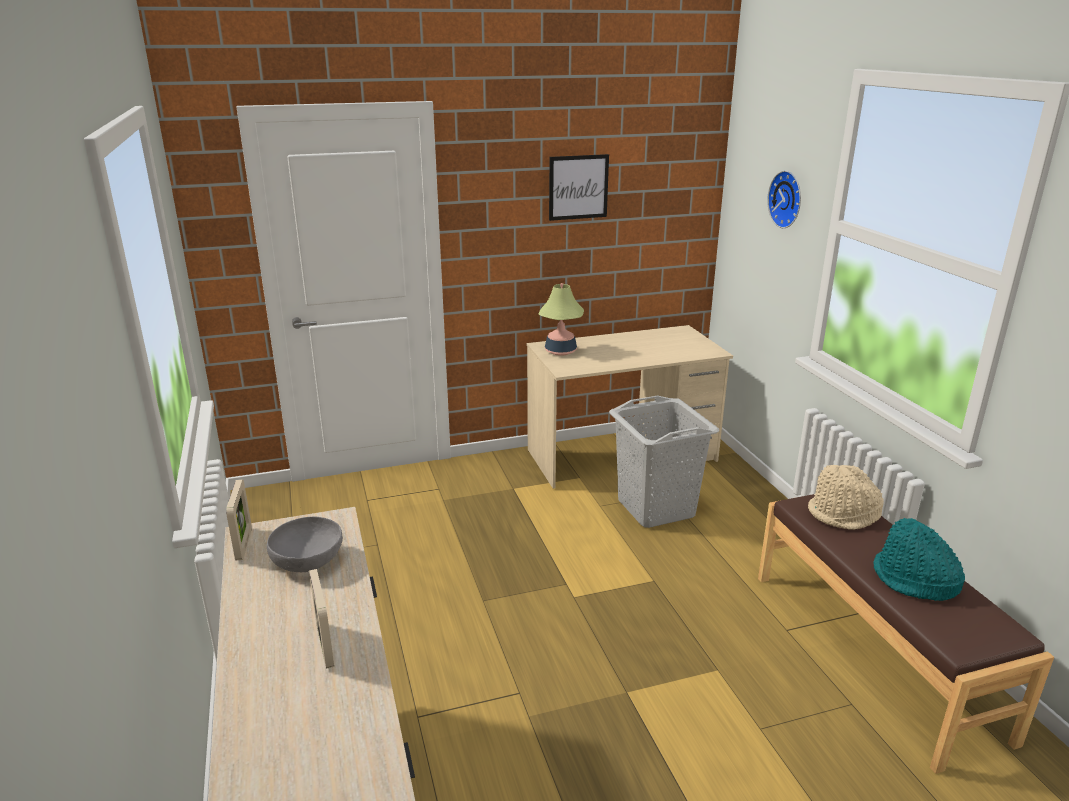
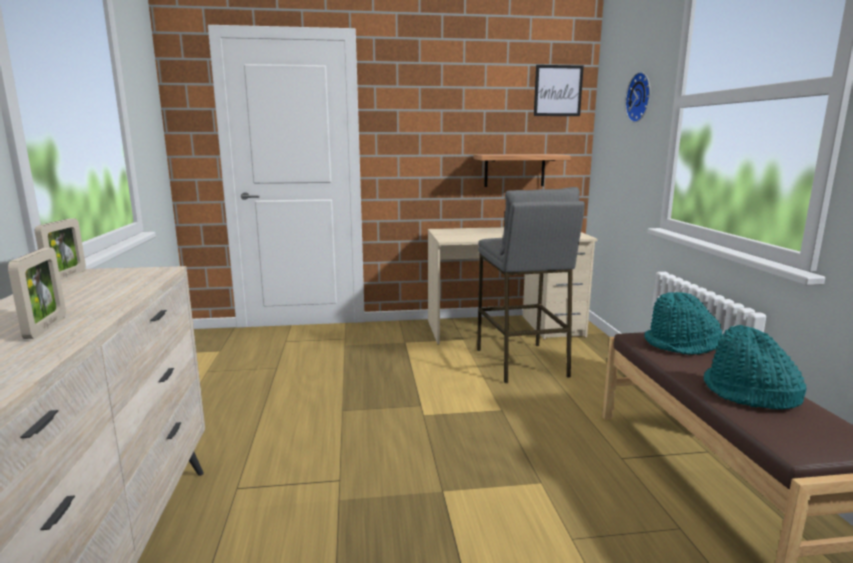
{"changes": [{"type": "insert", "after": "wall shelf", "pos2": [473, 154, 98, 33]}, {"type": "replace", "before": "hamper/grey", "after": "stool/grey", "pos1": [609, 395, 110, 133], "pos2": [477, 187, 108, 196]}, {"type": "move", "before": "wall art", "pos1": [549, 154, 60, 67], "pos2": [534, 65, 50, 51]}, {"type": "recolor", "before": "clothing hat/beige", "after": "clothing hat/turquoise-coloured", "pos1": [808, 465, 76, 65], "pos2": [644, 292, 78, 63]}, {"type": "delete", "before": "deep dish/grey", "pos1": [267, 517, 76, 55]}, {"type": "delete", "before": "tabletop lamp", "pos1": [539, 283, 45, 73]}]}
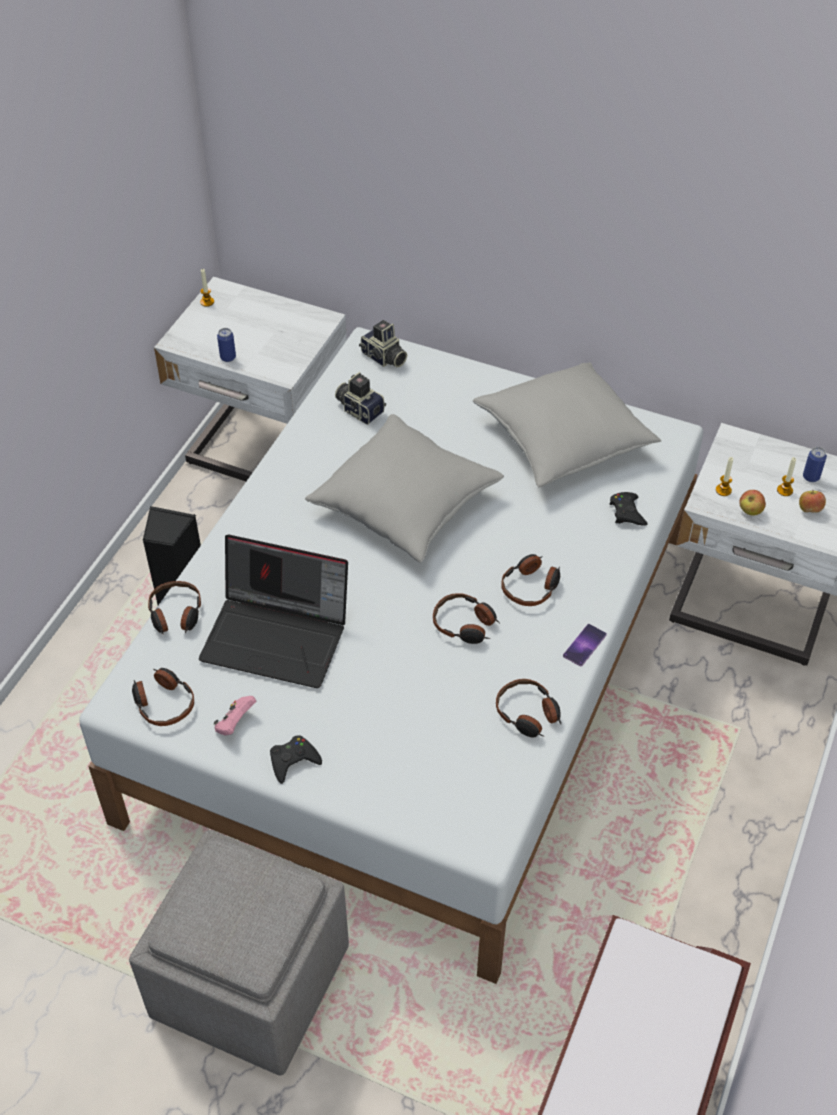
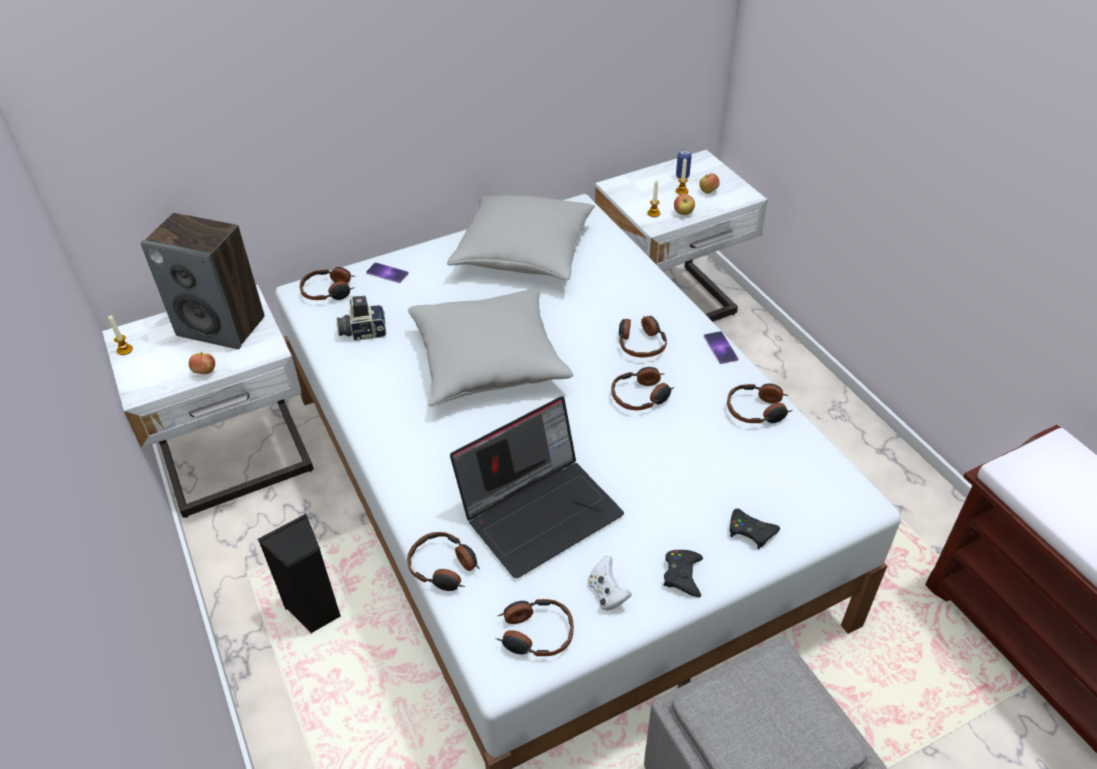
{"changes": [{"type": "insert", "after": "loudspeaker", "pos2": [141, 213, 124, 136]}, {"type": "replace", "before": "sealed can", "after": "apple fruit", "pos1": [217, 328, 19, 34], "pos2": [189, 352, 26, 22]}, {"type": "replace", "before": "photo camera", "after": "headphones", "pos1": [359, 320, 48, 47], "pos2": [300, 267, 56, 33]}, {"type": "insert", "after": "handset", "pos2": [366, 262, 43, 21]}, {"type": "recolor", "before": "game controller/pinkish", "after": "game controller/whitish", "pos1": [214, 696, 42, 40], "pos2": [588, 556, 44, 55]}, {"type": "move", "before": "game controller/black", "pos1": [609, 492, 39, 34], "pos2": [730, 509, 50, 40]}]}
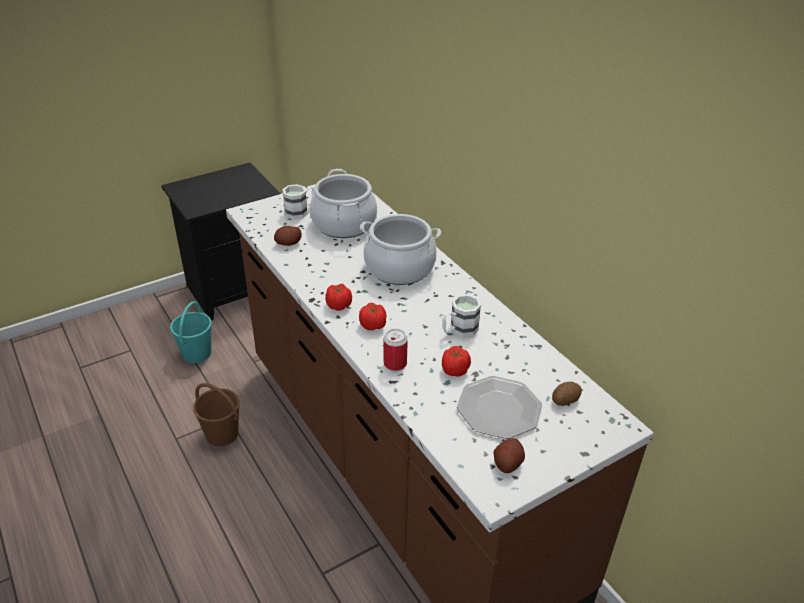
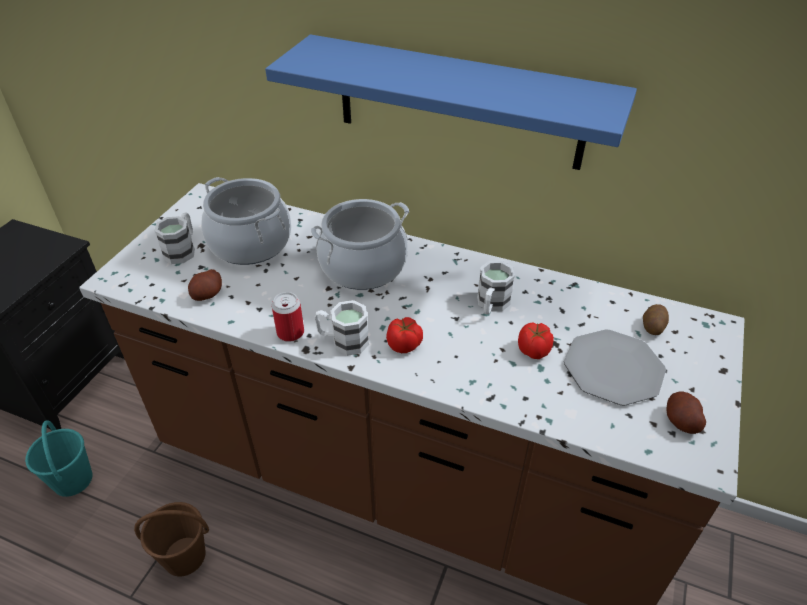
{"changes": [{"type": "insert", "after": "wall shelf/bluish", "pos2": [265, 35, 372, 135]}, {"type": "move", "before": "sealed can", "pos1": [384, 329, 24, 42], "pos2": [272, 292, 32, 50]}, {"type": "replace", "before": "tomato", "after": "mug/whitish", "pos1": [325, 284, 27, 27], "pos2": [315, 300, 54, 56]}]}
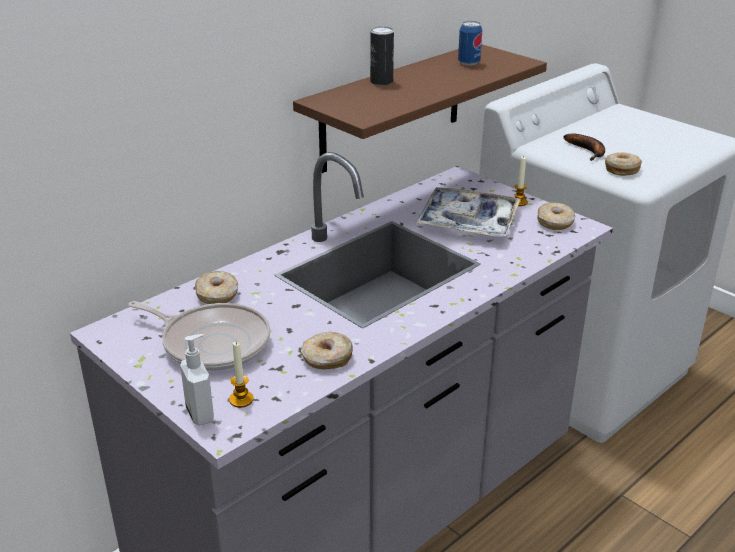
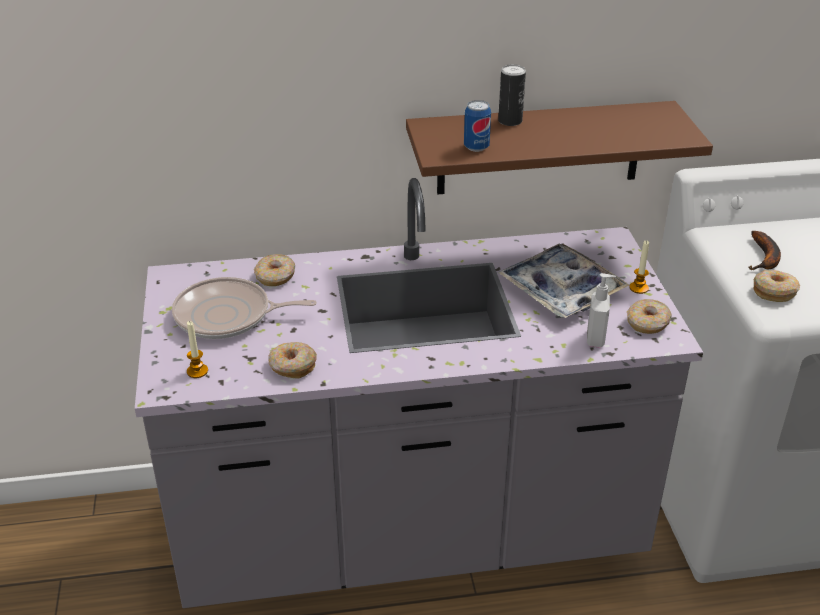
{"changes": [{"type": "rotate", "before": "skillet", "pos1": [128, 301, 143, 70], "pos2": [172, 277, 145, 62], "turn": 120}, {"type": "move", "before": "sealed can", "pos1": [458, 21, 24, 45], "pos2": [464, 100, 27, 52]}, {"type": "move", "before": "soap dispenser", "pos1": [180, 334, 34, 92], "pos2": [587, 273, 29, 75]}]}
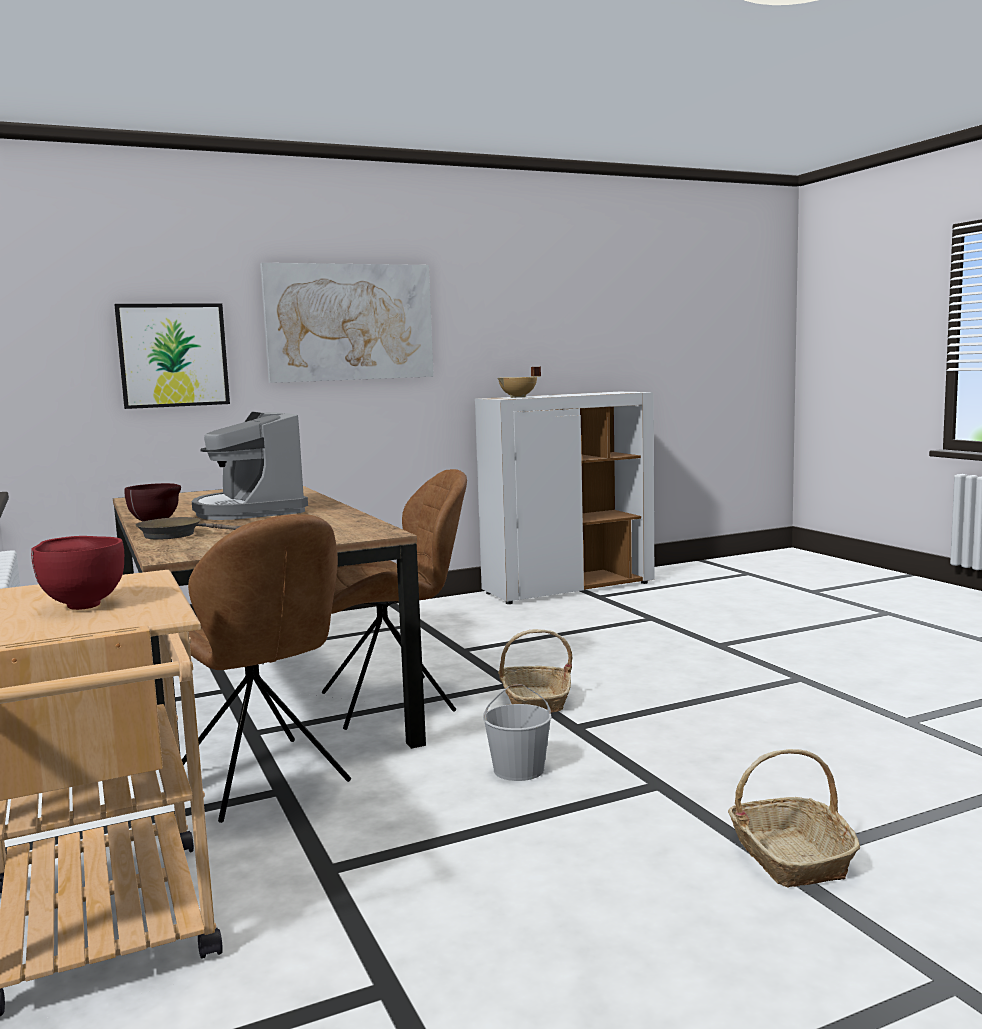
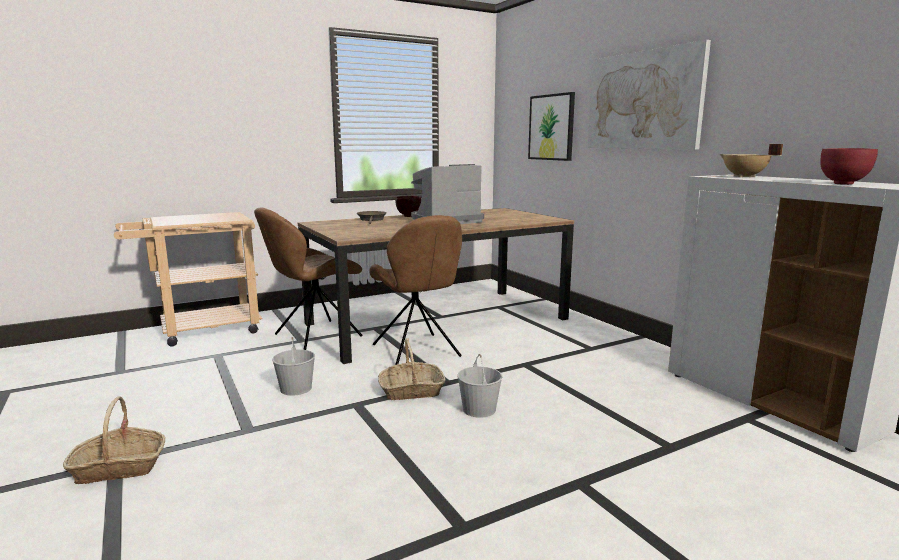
{"changes": [{"type": "insert", "after": "water bucket/whitish", "pos2": [457, 354, 45, 64]}, {"type": "move", "before": "deep dish/red", "pos1": [31, 536, 93, 74], "pos2": [821, 148, 57, 37]}]}
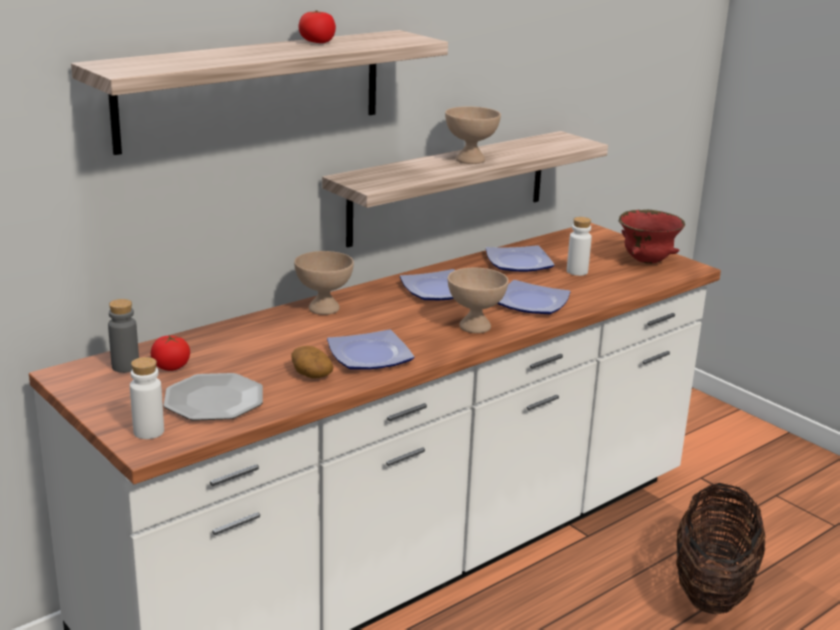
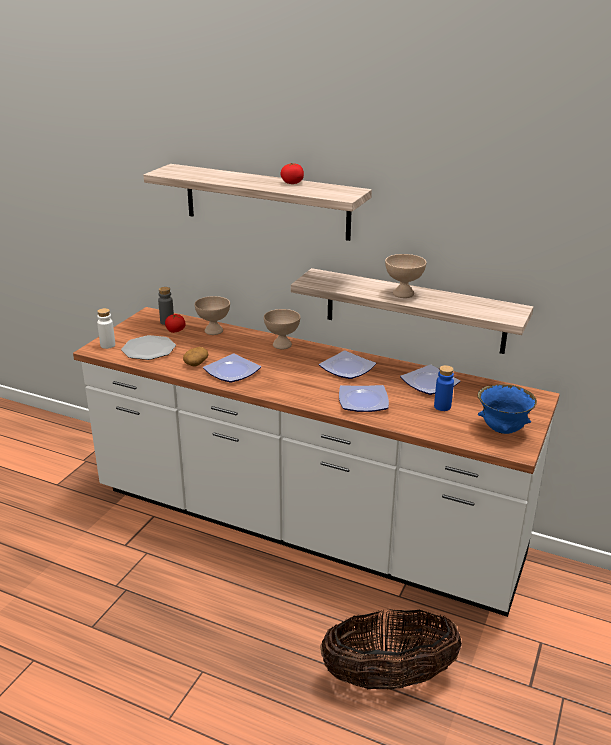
{"changes": [{"type": "move", "before": "deep dish/beige", "pos1": [448, 268, 60, 65], "pos2": [194, 296, 36, 39]}, {"type": "recolor", "before": "beverage bottle/whitish", "after": "beverage bottle/bluish", "pos1": [567, 217, 25, 59], "pos2": [434, 365, 20, 46]}, {"type": "recolor", "before": "deep dish/red", "after": "deep dish/bluish", "pos1": [619, 210, 66, 54], "pos2": [478, 384, 59, 50]}]}
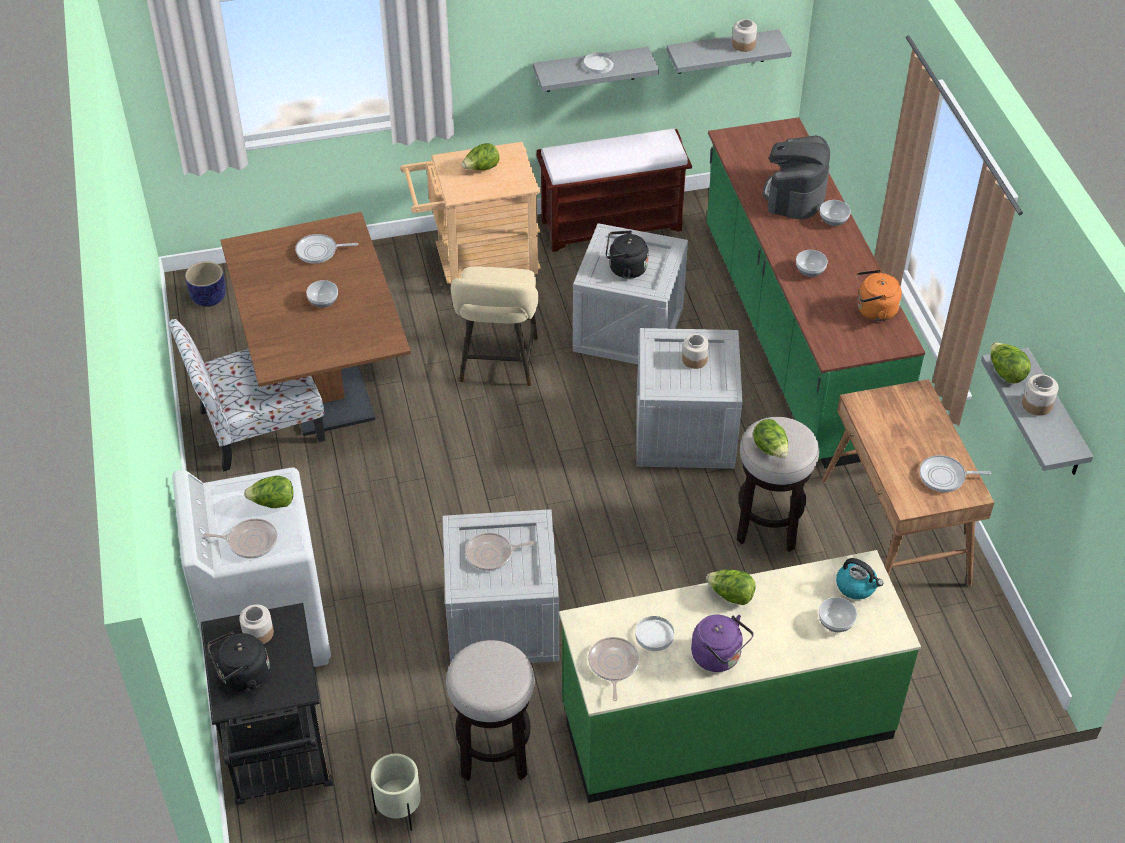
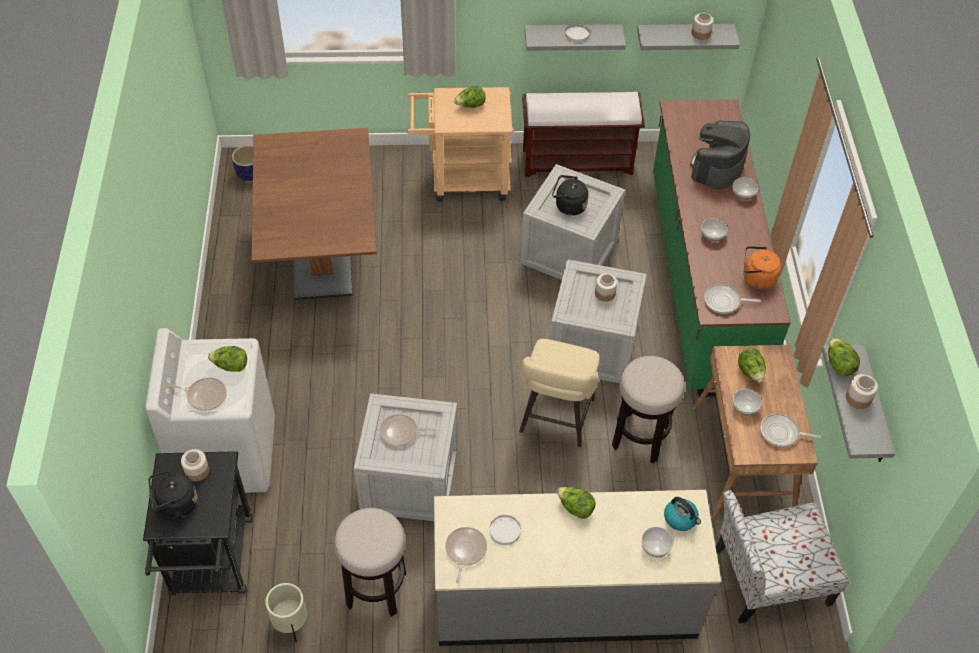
{"changes": [{"type": "recolor", "before": "counter/green", "after": "counter/grey", "pos1": [559, 550, 362, 253], "pos2": [434, 490, 287, 156]}, {"type": "move", "before": "stool/beige", "pos1": [451, 266, 88, 121], "pos2": [519, 339, 81, 109]}, {"type": "move", "before": "skillet", "pos1": [295, 234, 63, 30], "pos2": [704, 284, 57, 30]}, {"type": "move", "before": "chair", "pos1": [168, 319, 157, 153], "pos2": [716, 490, 133, 134]}, {"type": "move", "before": "deep dish", "pos1": [306, 280, 32, 28], "pos2": [733, 389, 29, 26]}, {"type": "move", "before": "head of lettuce", "pos1": [753, 419, 35, 39], "pos2": [738, 348, 28, 35]}, {"type": "delete", "before": "tea kettle/purple-coloured", "pos1": [691, 615, 63, 57]}]}
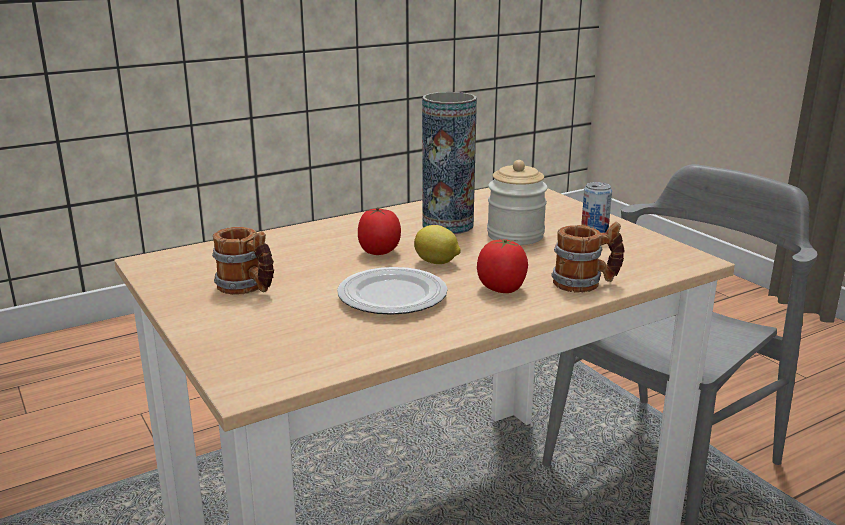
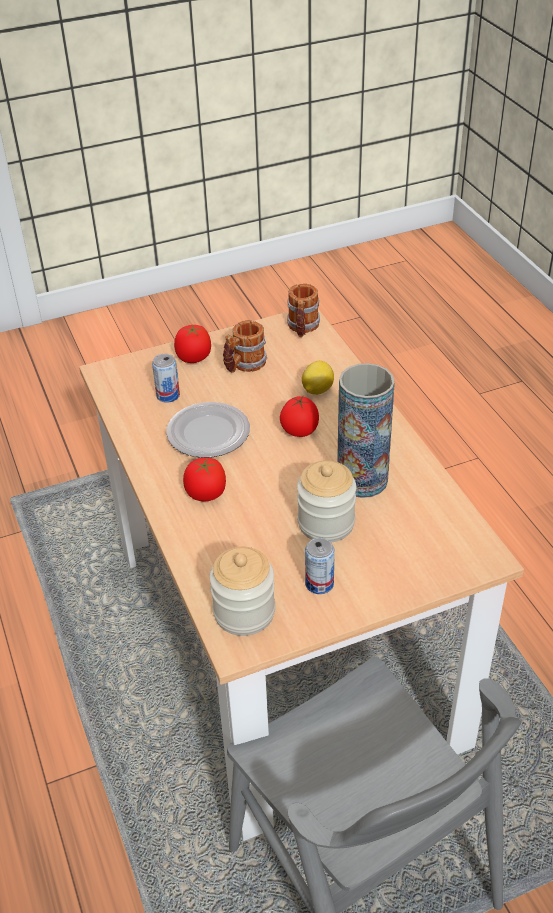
{"changes": [{"type": "insert", "after": "sealed can", "pos2": [152, 354, 28, 49]}, {"type": "insert", "after": "tomato", "pos2": [174, 324, 37, 39]}, {"type": "insert", "after": "storage jar", "pos2": [209, 547, 66, 89]}, {"type": "move", "before": "mug", "pos1": [551, 222, 74, 71], "pos2": [287, 284, 33, 53]}, {"type": "move", "before": "lemon", "pos1": [414, 225, 47, 39], "pos2": [302, 361, 32, 34]}]}
